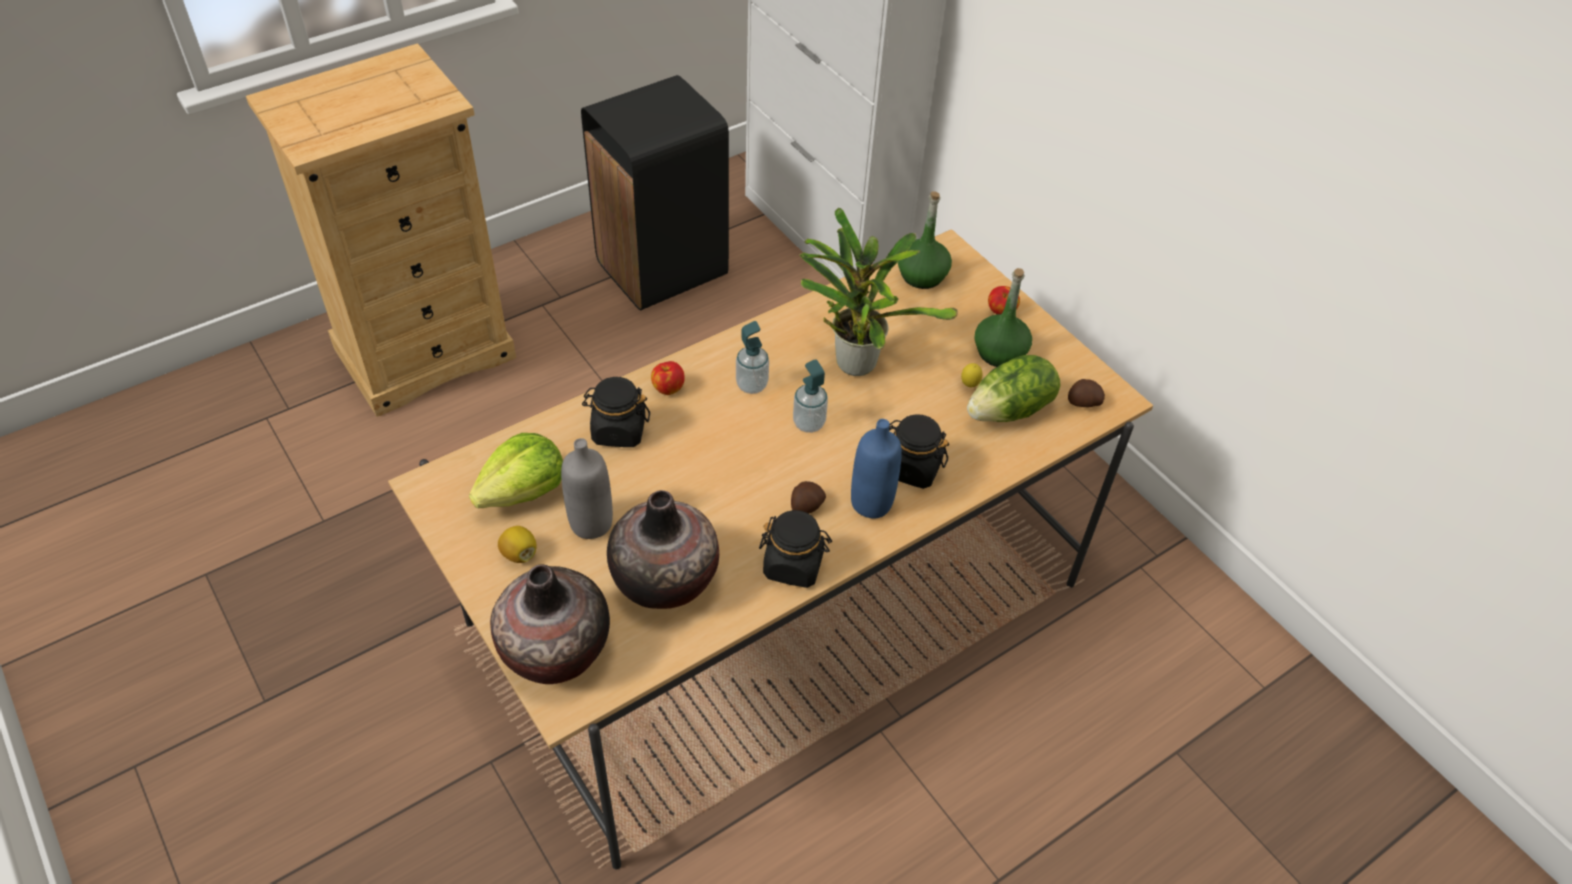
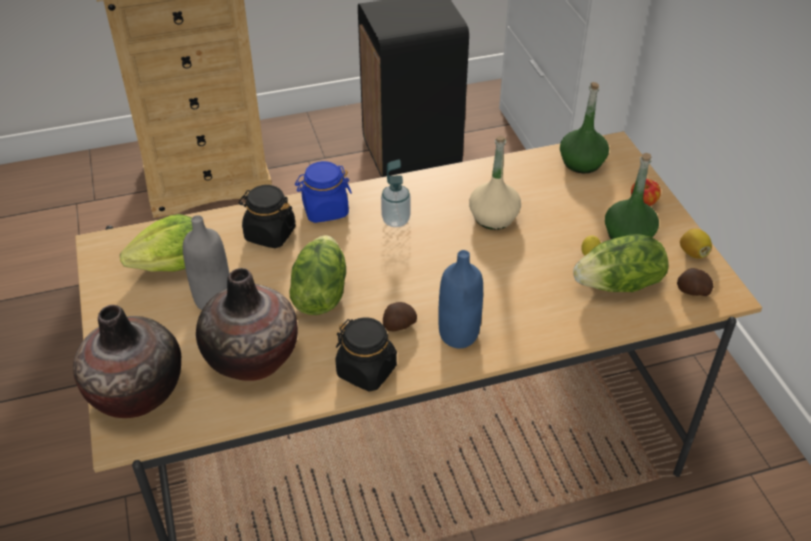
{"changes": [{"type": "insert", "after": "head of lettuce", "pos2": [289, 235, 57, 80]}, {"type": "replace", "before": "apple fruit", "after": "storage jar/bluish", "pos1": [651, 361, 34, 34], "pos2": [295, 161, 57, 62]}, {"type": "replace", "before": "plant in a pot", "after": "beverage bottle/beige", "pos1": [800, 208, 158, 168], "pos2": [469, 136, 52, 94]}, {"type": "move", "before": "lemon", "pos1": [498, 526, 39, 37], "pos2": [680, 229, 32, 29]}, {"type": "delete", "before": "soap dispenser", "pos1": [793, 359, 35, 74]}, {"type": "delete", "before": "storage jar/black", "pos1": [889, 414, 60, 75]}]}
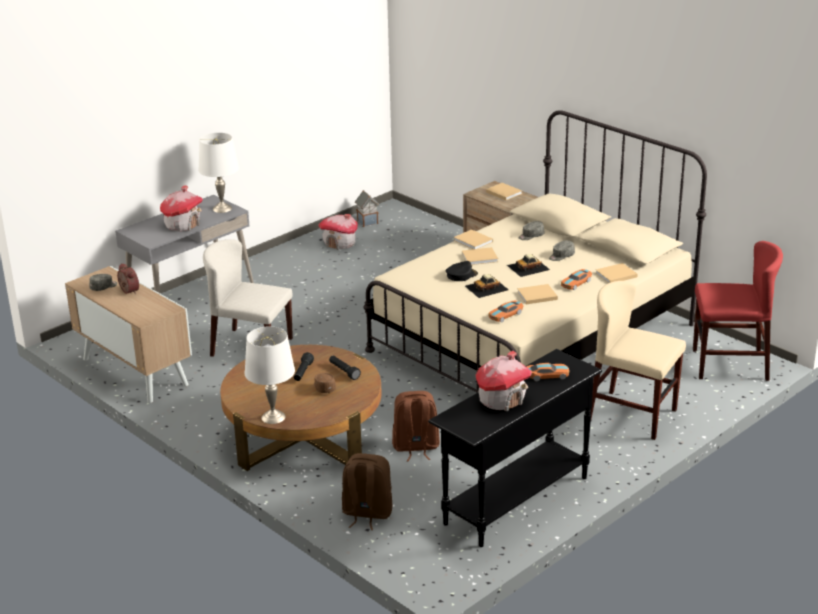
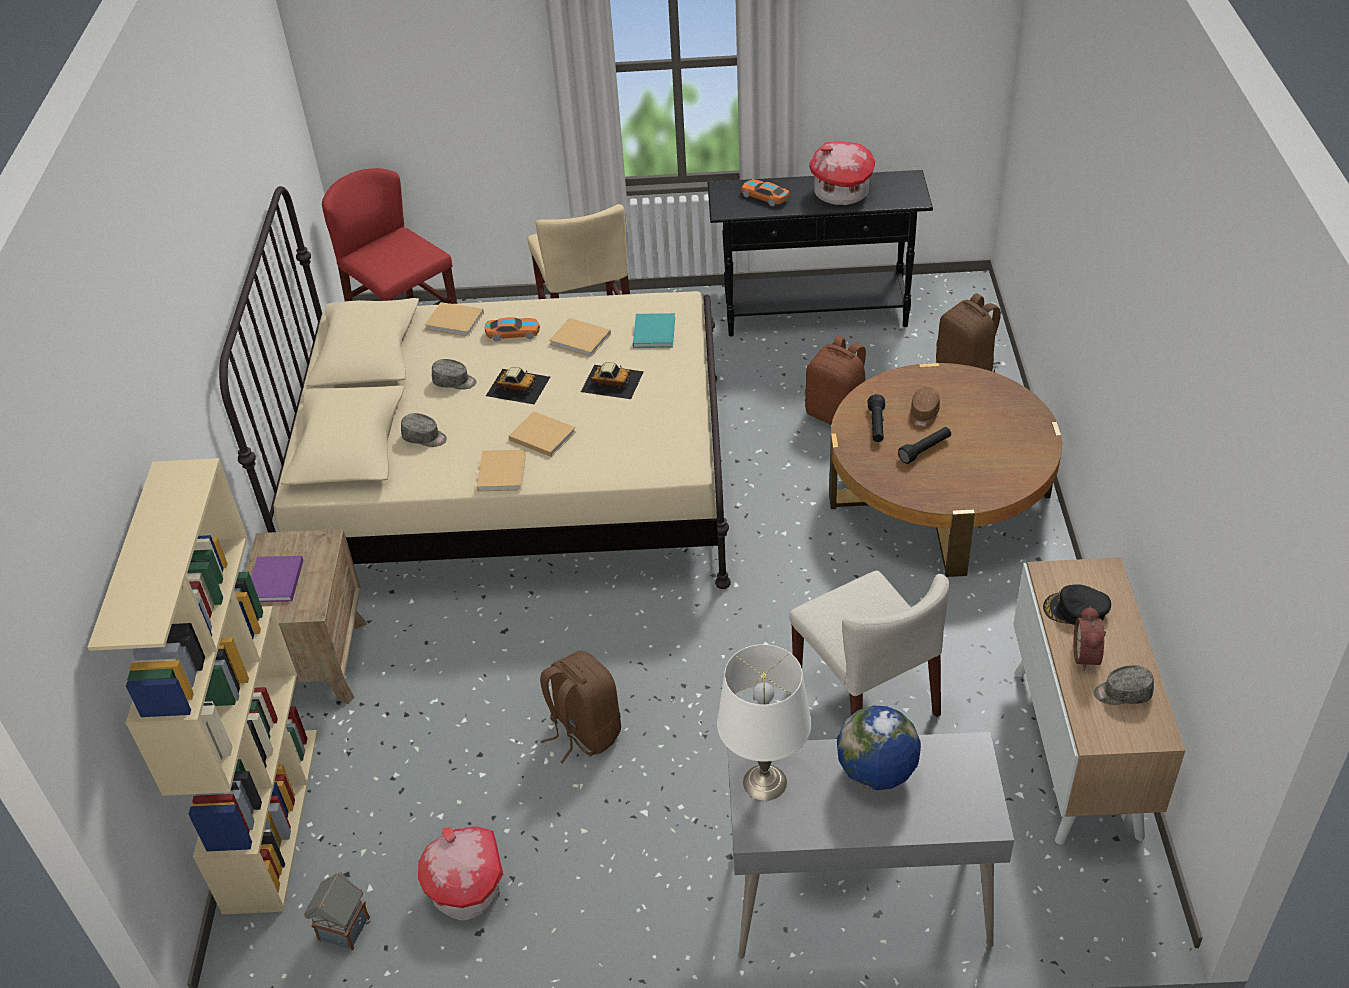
{"changes": [{"type": "insert", "after": "bookcase/beige", "pos2": [88, 458, 230, 456]}, {"type": "recolor", "before": "bound book/beige", "after": "bound book/purple-coloured", "pos1": [486, 183, 36, 17], "pos2": [251, 556, 52, 46]}, {"type": "insert", "after": "backpack/brown", "pos2": [540, 651, 81, 112]}, {"type": "replace", "before": "miniature car", "after": "bound book/turquoise-coloured", "pos1": [488, 300, 35, 22], "pos2": [633, 313, 42, 35]}, {"type": "replace", "before": "miniature house", "after": "globe", "pos1": [160, 185, 43, 46], "pos2": [837, 706, 84, 84]}, {"type": "move", "before": "cap/black", "pos1": [445, 261, 33, 20], "pos2": [1043, 584, 68, 41]}, {"type": "delete", "before": "tabletop lamp/whitish", "pos1": [245, 326, 50, 98]}]}
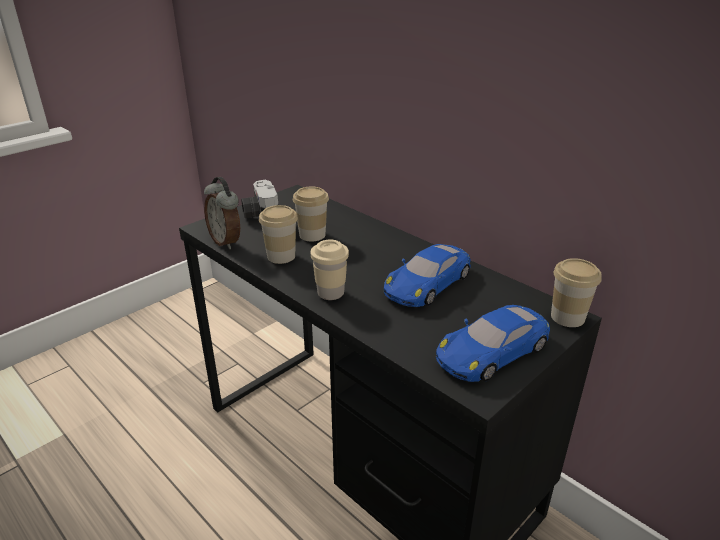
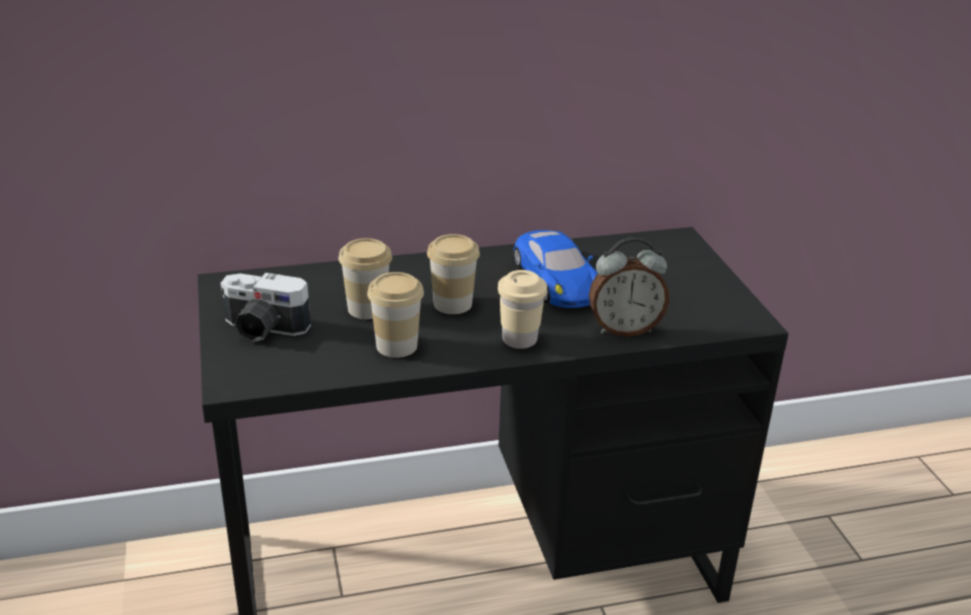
{"changes": [{"type": "move", "before": "cup", "pos1": [551, 258, 51, 69], "pos2": [427, 234, 53, 80]}, {"type": "move", "before": "bedside clock", "pos1": [204, 177, 36, 72], "pos2": [589, 237, 80, 100]}, {"type": "delete", "before": "miniature car/bluish", "pos1": [436, 305, 114, 77]}]}
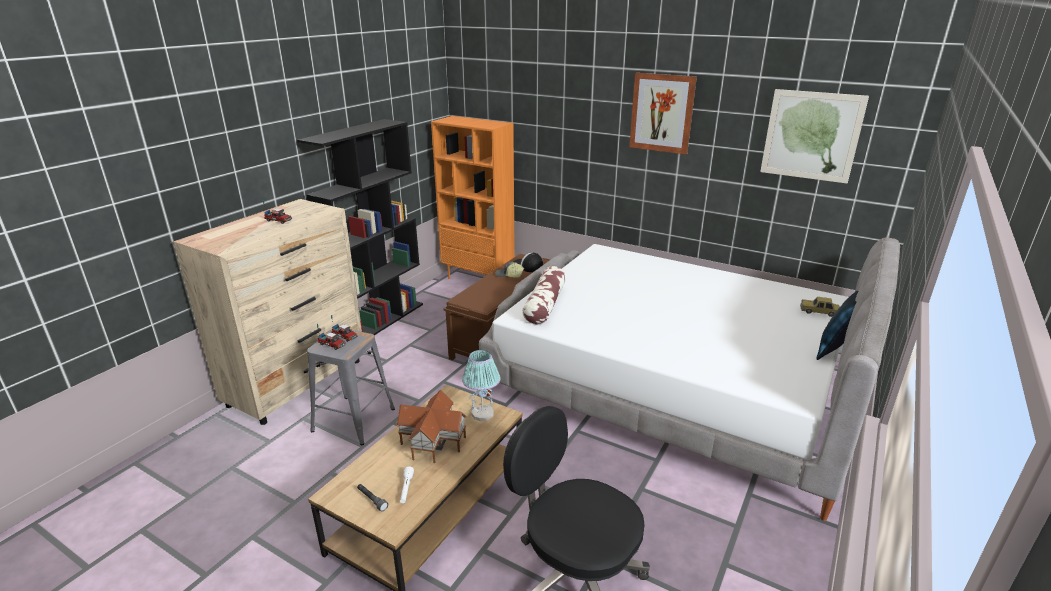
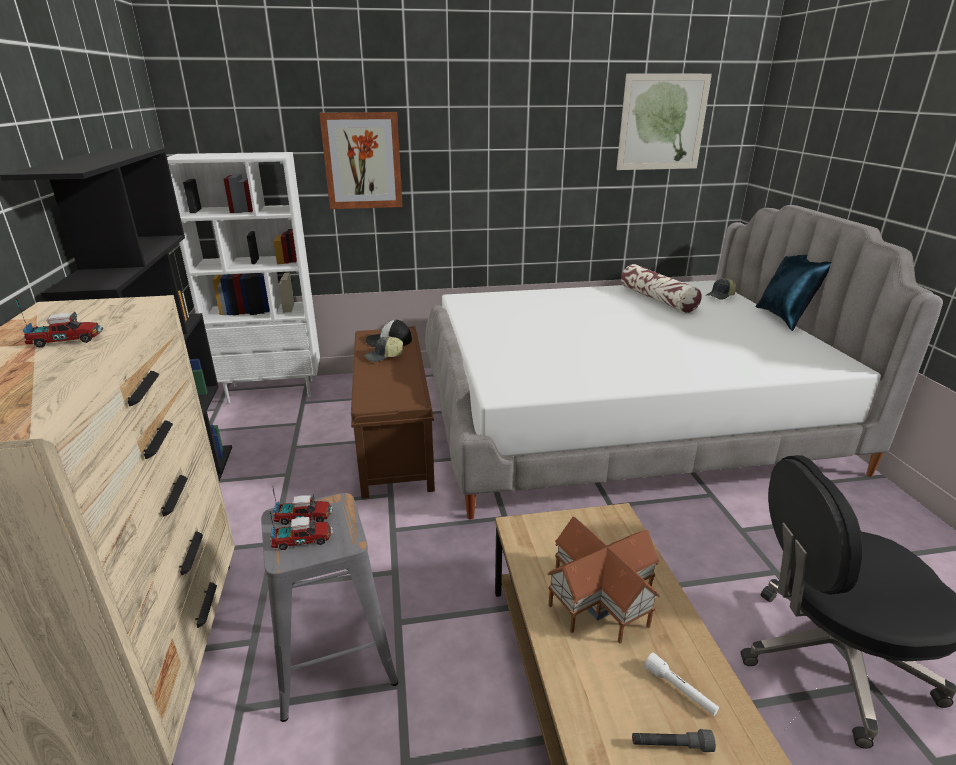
{"changes": [{"type": "recolor", "before": "bookcase/orange", "after": "bookcase/whitish", "pos1": [431, 116, 84, 163], "pos2": [167, 152, 153, 251]}, {"type": "move", "before": "wall art", "pos1": [629, 73, 68, 81], "pos2": [319, 112, 84, 97]}, {"type": "move", "before": "cushion", "pos1": [522, 266, 44, 58], "pos2": [621, 264, 81, 49]}, {"type": "replace", "before": "miniature car", "after": "cap", "pos1": [800, 297, 40, 20], "pos2": [705, 278, 31, 22]}, {"type": "delete", "before": "tabletop lamp", "pos1": [462, 350, 39, 71]}]}
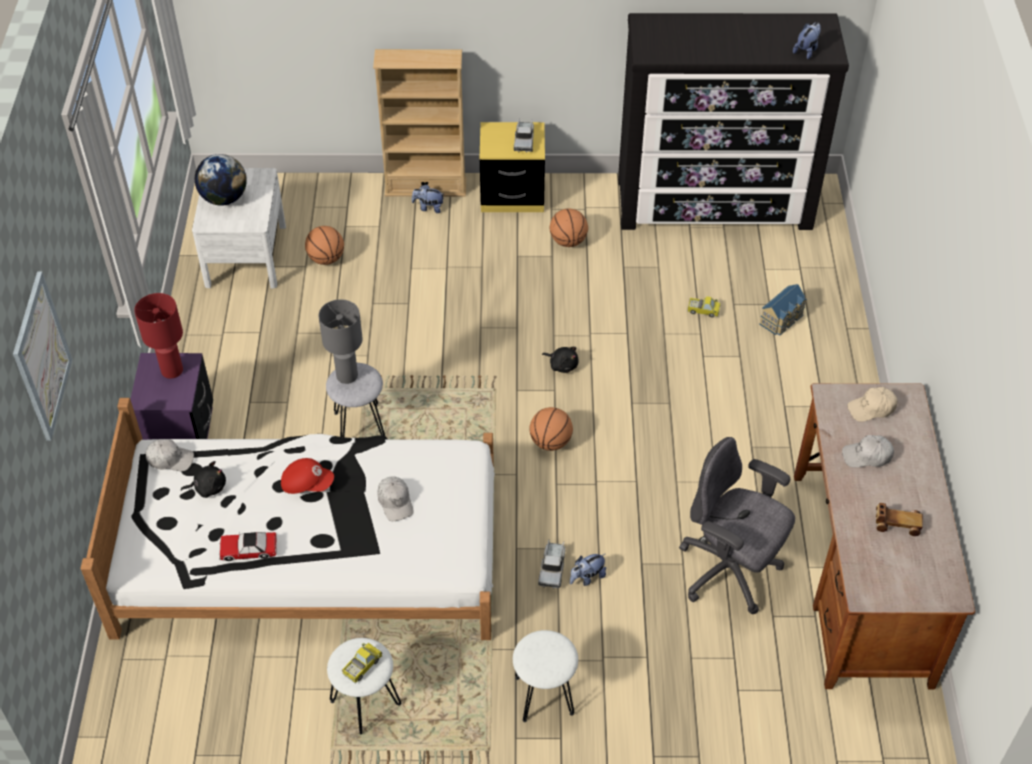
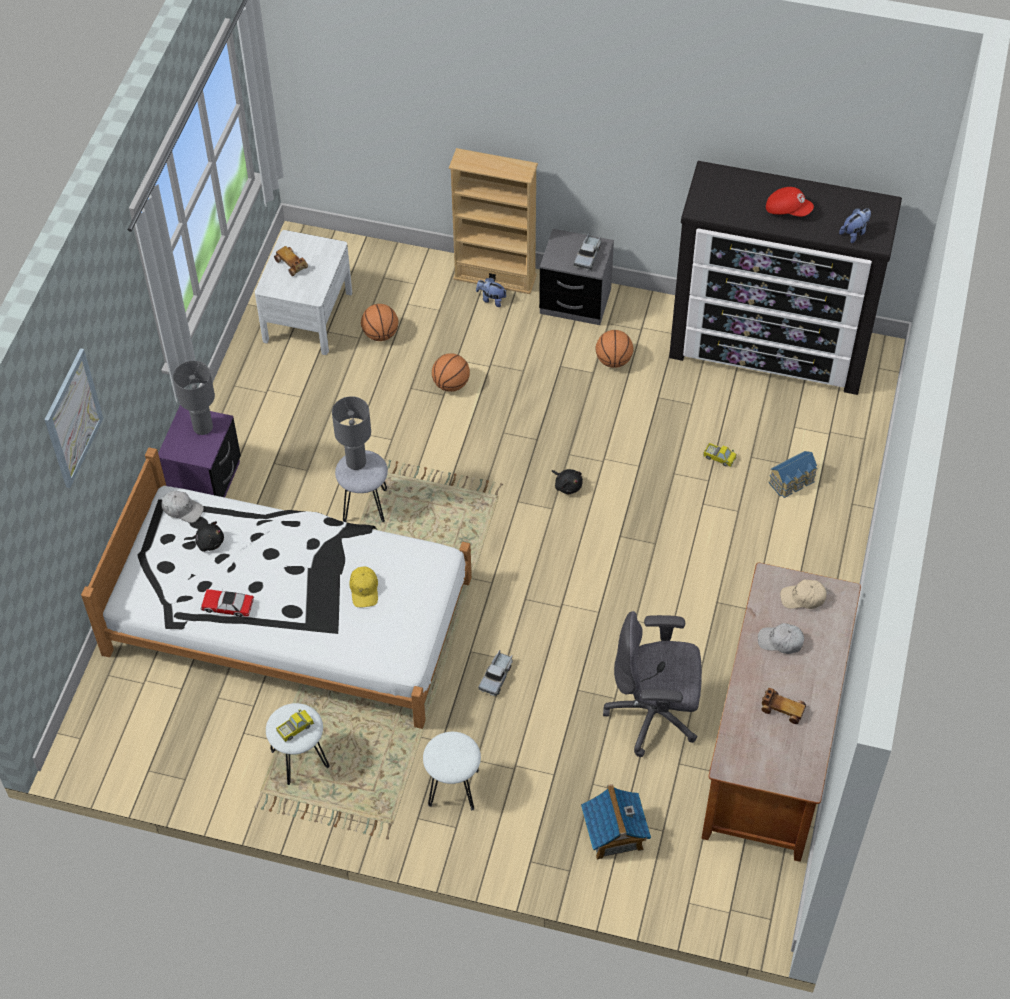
{"changes": [{"type": "recolor", "before": "tabletop lamp/red", "after": "tabletop lamp/grey", "pos1": [134, 293, 49, 86], "pos2": [173, 361, 42, 74]}, {"type": "replace", "before": "globe", "after": "miniature car", "pos1": [195, 154, 52, 52], "pos2": [274, 246, 34, 30]}, {"type": "recolor", "before": "cap/whitish", "after": "cap/yellow-coloured", "pos1": [378, 476, 36, 45], "pos2": [349, 567, 29, 40]}, {"type": "move", "before": "ball for basketball", "pos1": [529, 407, 44, 44], "pos2": [432, 353, 38, 39]}, {"type": "recolor", "before": "bedside table/yellow-coloured", "after": "bedside table/grey", "pos1": [480, 122, 65, 90], "pos2": [539, 229, 75, 96]}, {"type": "insert", "after": "miniature house", "pos2": [581, 784, 70, 75]}, {"type": "rotate", "before": "desk chair/grey", "pos1": [679, 437, 116, 177], "pos2": [603, 611, 99, 146], "turn": -45}, {"type": "move", "before": "cap/red", "pos1": [281, 458, 53, 36], "pos2": [766, 187, 48, 30]}, {"type": "delete", "before": "plush toy", "pos1": [570, 554, 36, 32]}]}
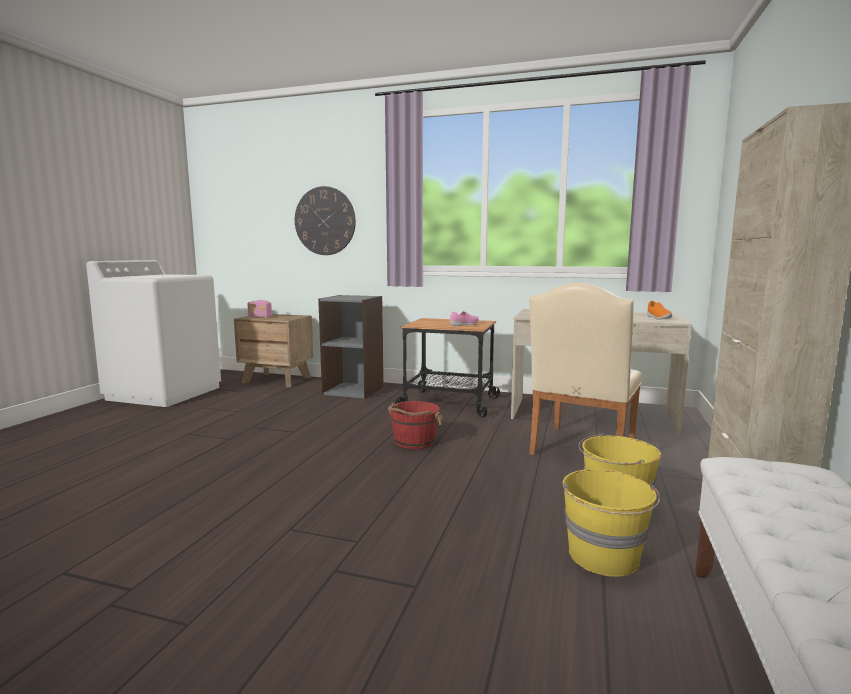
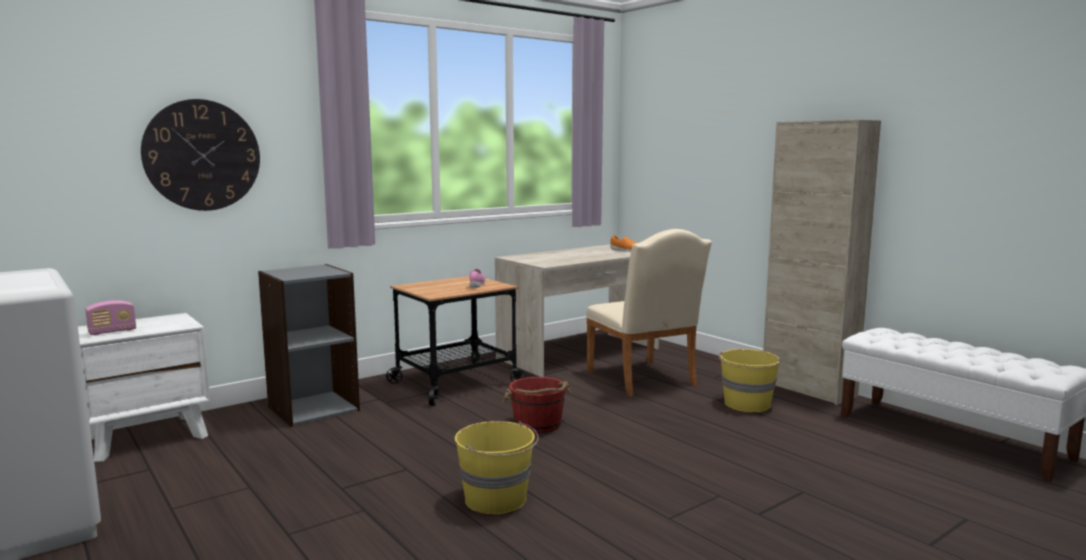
{"changes": [{"type": "recolor", "before": "bedside table/brown", "after": "bedside table/whitish", "pos1": [234, 314, 79, 73], "pos2": [78, 313, 132, 149]}, {"type": "move", "before": "water bucket/yellow-coloured", "pos1": [563, 469, 97, 108], "pos2": [455, 421, 84, 93]}]}
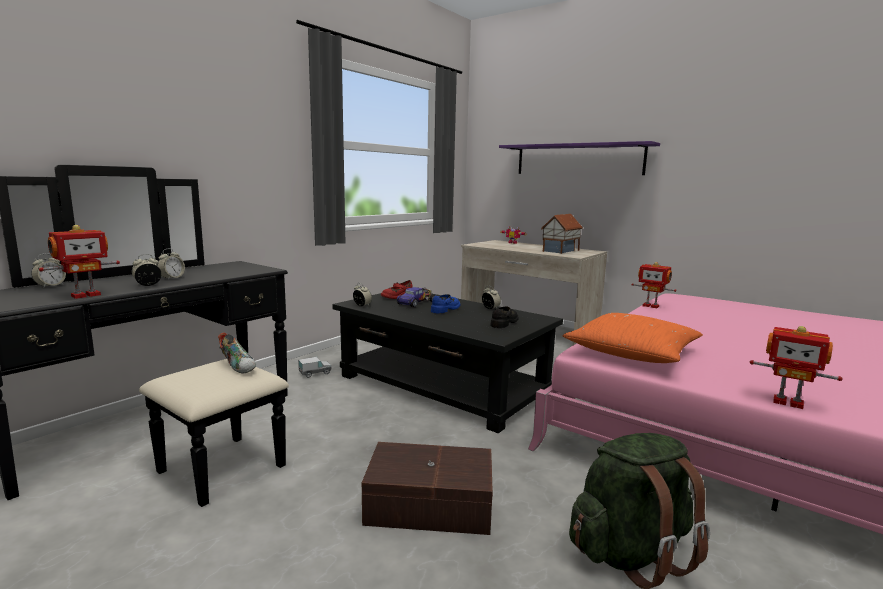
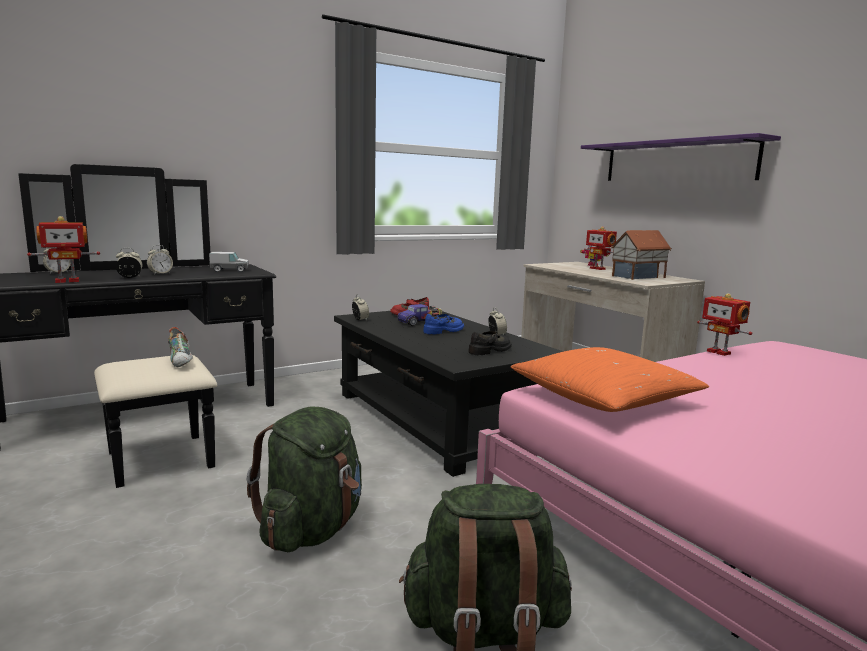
{"changes": [{"type": "move", "before": "toy lorry", "pos1": [298, 357, 33, 21], "pos2": [209, 252, 40, 20]}, {"type": "replace", "before": "storage bin/brown", "after": "backpack/green", "pos1": [362, 442, 131, 93], "pos2": [246, 406, 116, 146]}, {"type": "move", "before": "robot figure", "pos1": [750, 326, 93, 83], "pos2": [584, 226, 33, 44]}]}
